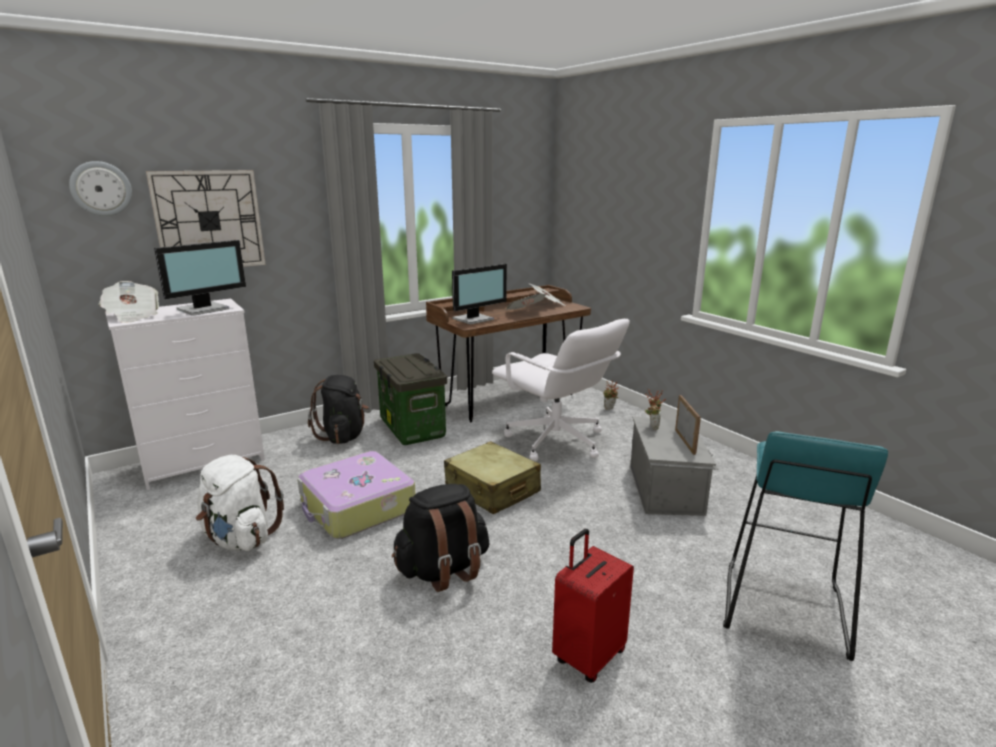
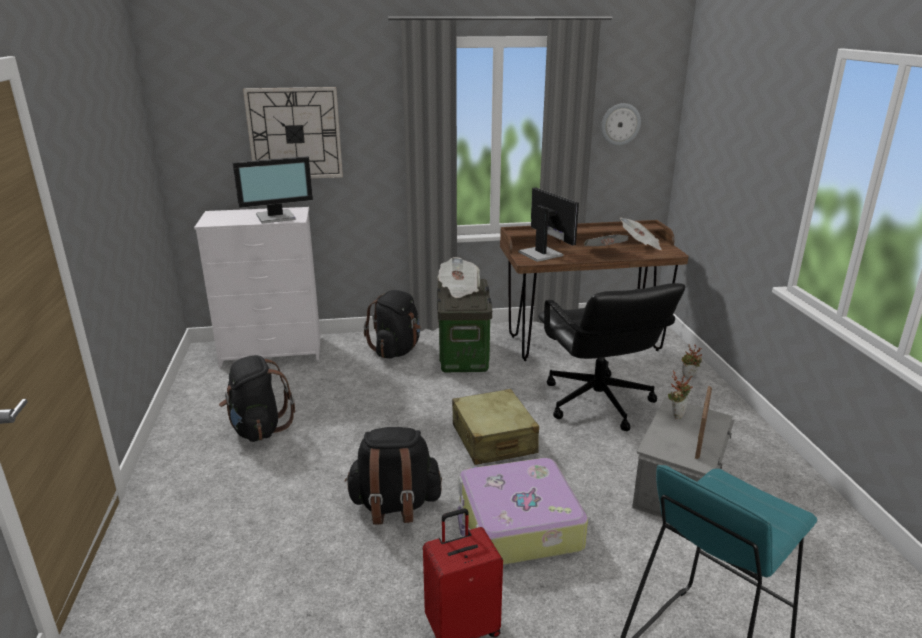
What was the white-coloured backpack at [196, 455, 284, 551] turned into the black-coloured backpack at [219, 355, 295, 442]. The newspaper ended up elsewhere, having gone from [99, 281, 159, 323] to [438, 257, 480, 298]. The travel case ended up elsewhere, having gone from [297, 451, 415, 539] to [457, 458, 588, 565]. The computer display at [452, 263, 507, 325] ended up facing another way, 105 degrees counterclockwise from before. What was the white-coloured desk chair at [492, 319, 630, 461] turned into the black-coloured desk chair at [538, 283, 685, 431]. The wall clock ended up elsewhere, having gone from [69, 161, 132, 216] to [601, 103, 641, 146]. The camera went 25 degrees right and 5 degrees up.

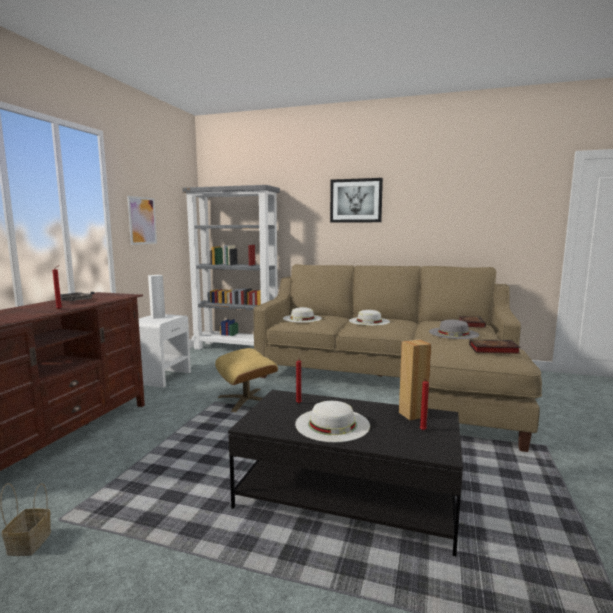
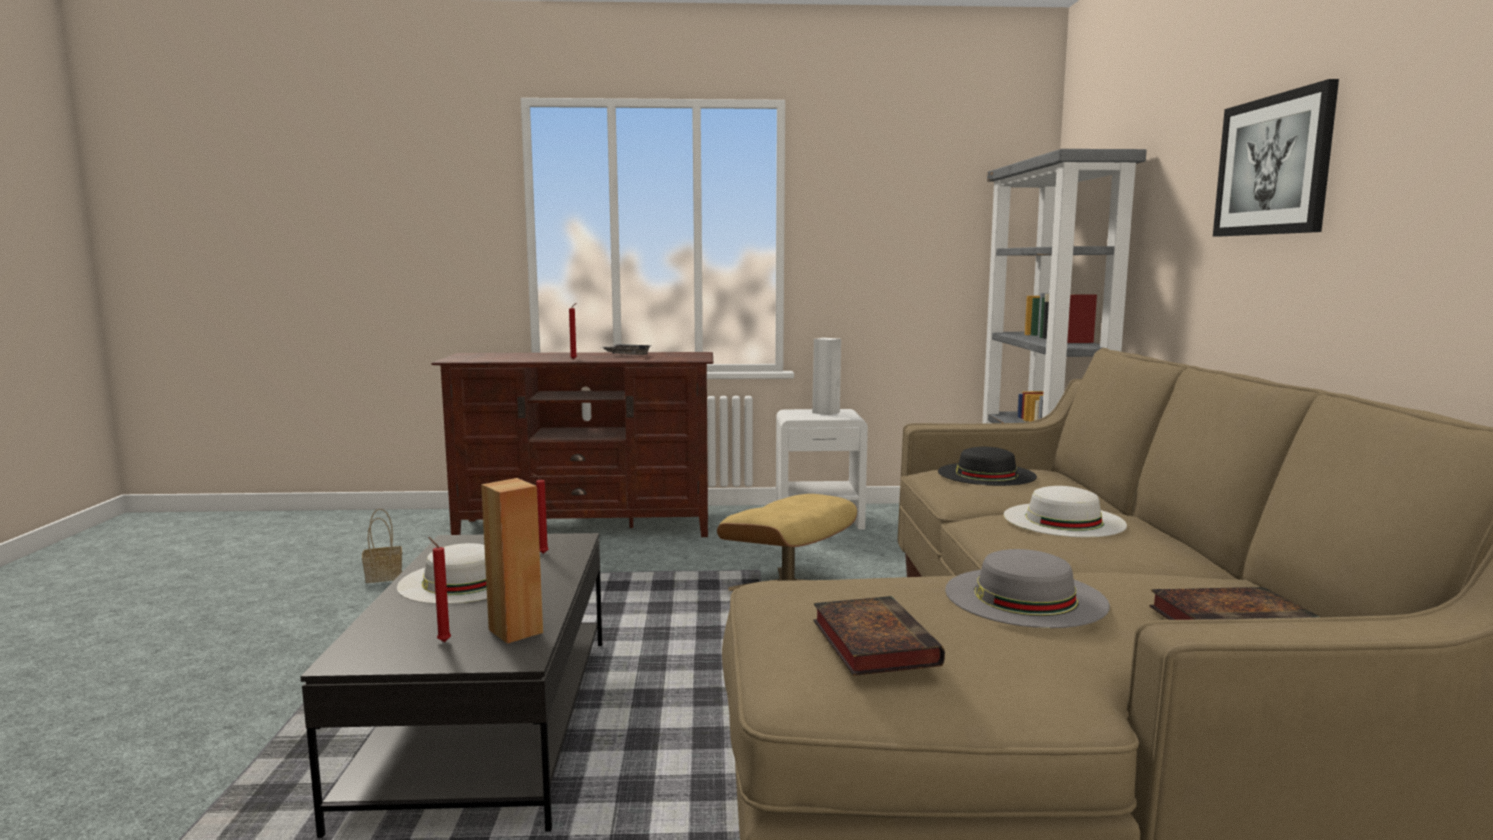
What was the white-coloured clothing hat at [283, 307, 322, 323] turned into the black-coloured clothing hat at [938, 447, 1037, 486]. The second view lost the wall picture at [127, 196, 157, 245]. The camera went 70 degrees right and 0 degrees up.

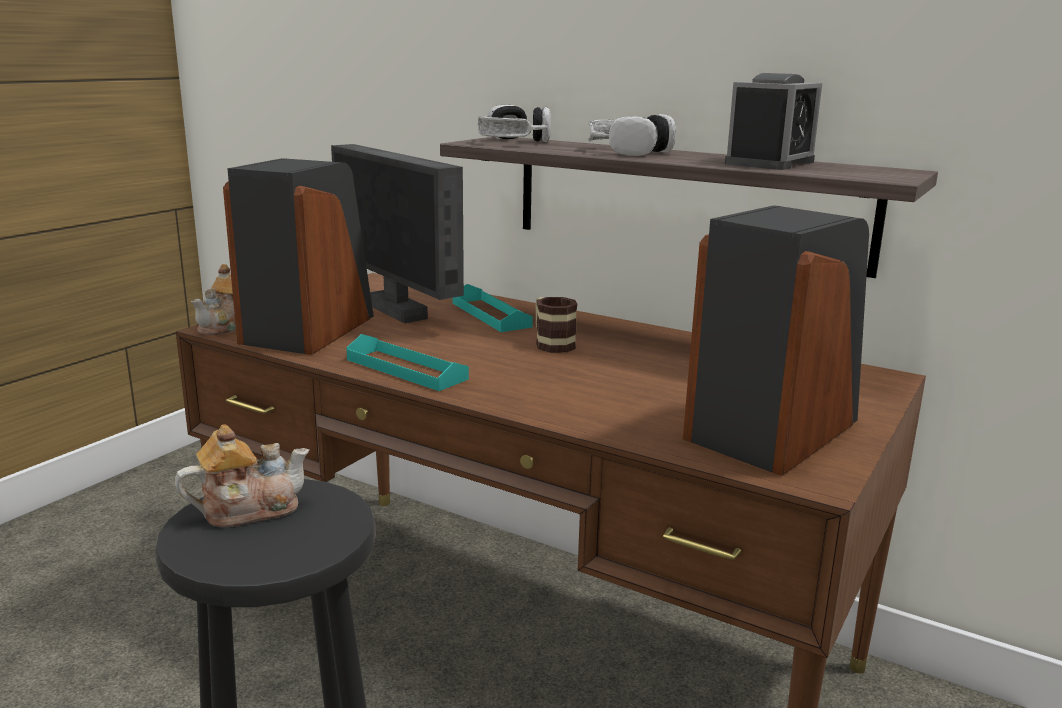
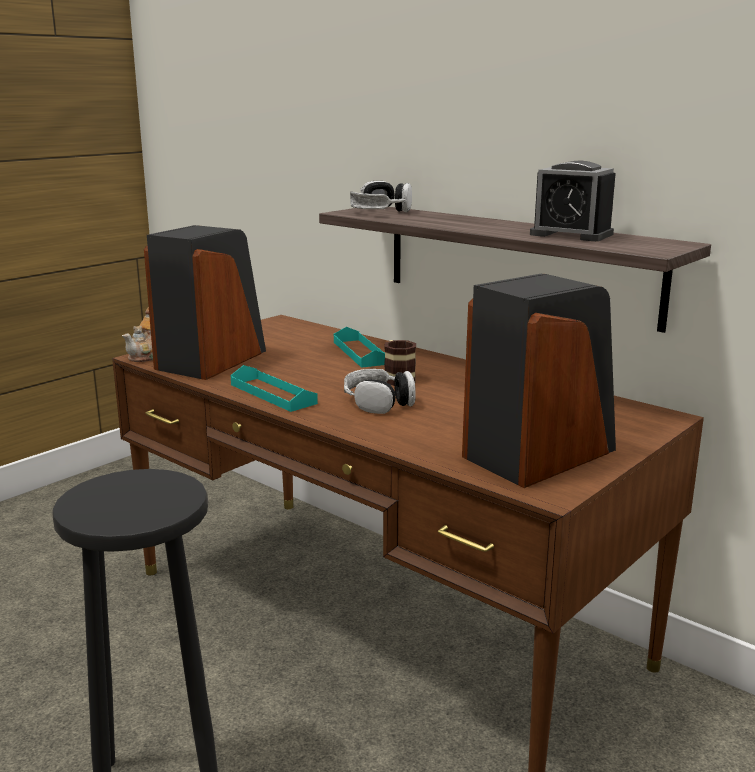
The headset ended up elsewhere, having gone from [588, 114, 676, 156] to [344, 369, 416, 414]. The alarm clock at [725, 73, 822, 170] ended up facing another way, 75 degrees clockwise from before. The second view lost the teapot at [175, 424, 310, 527]. The second view lost the computer display at [331, 144, 464, 323]. The camera went 10 degrees right and 0 degrees up.

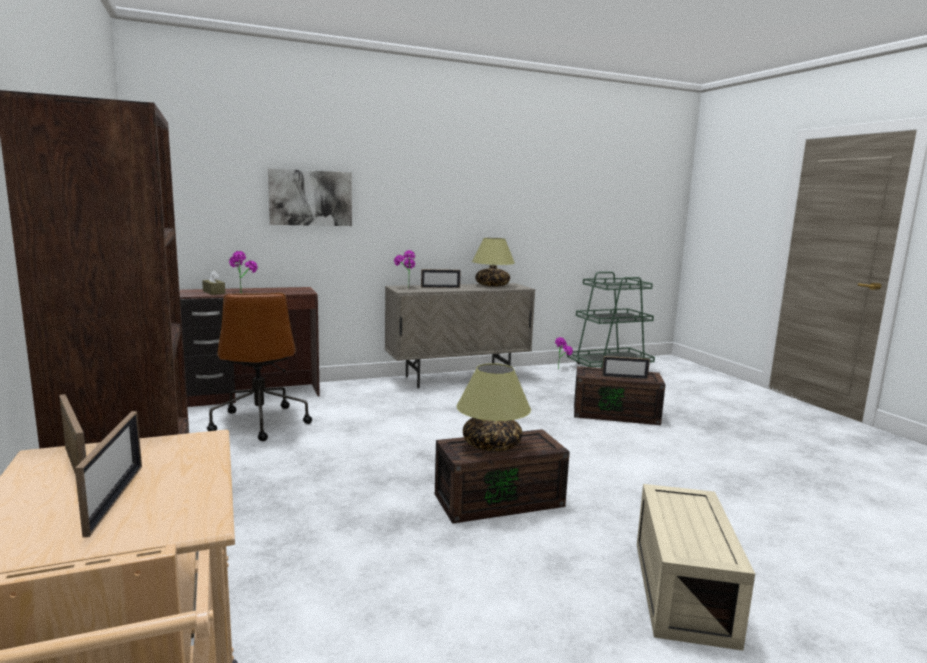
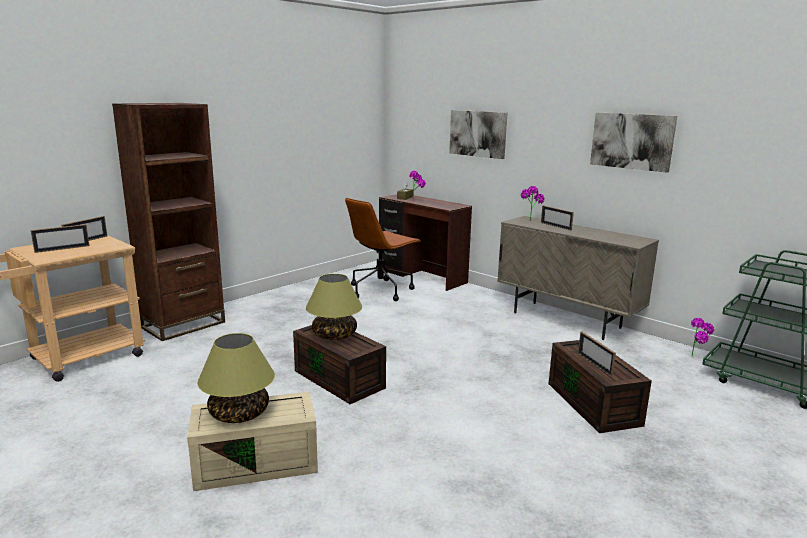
The tabletop lamp ended up elsewhere, having gone from [472, 238, 515, 287] to [197, 333, 275, 423]. The second view gained the wall picture at [590, 112, 677, 173]. The camera went 65 degrees right and 5 degrees up.

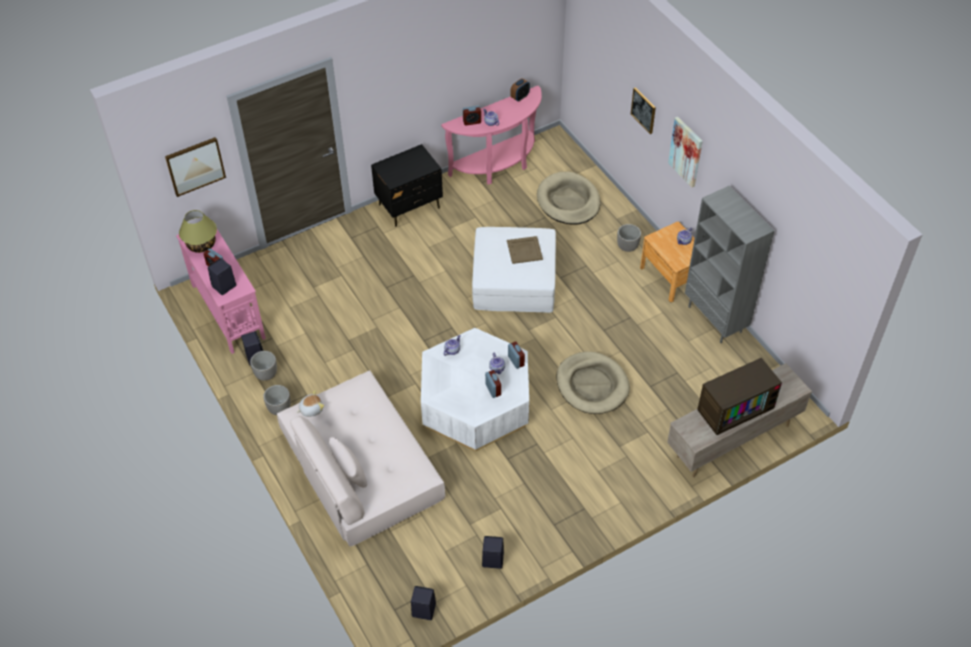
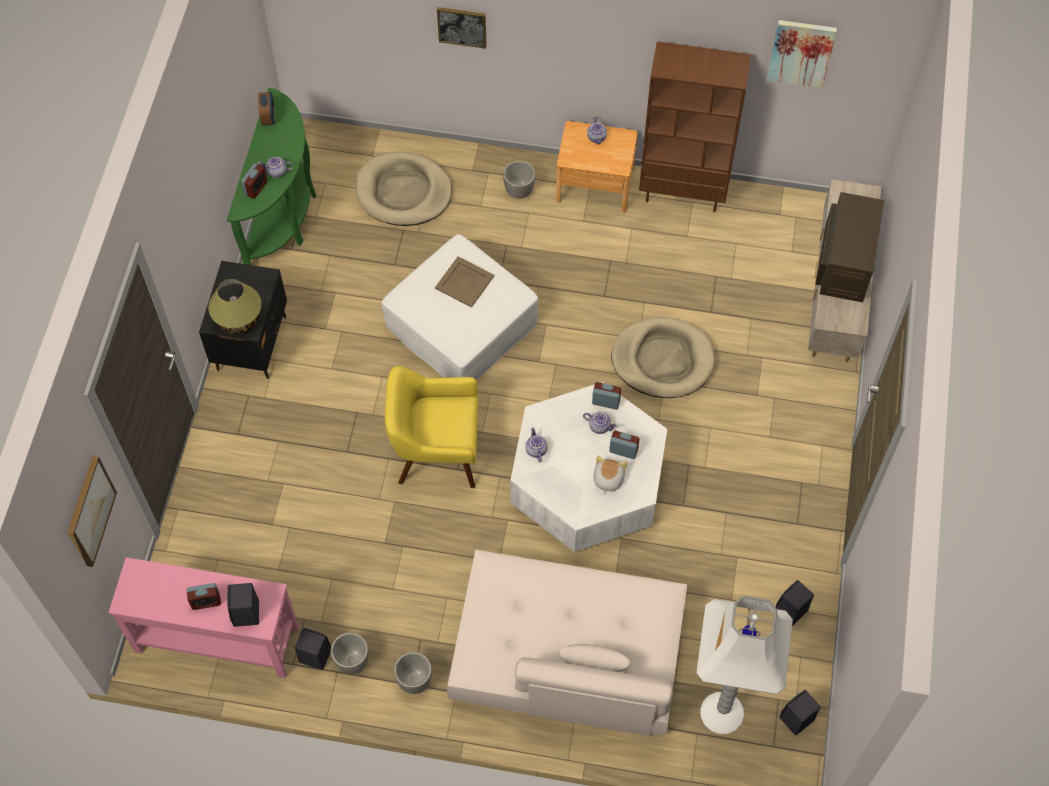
The tabletop lamp ended up elsewhere, having gone from [179, 210, 217, 253] to [208, 279, 261, 334]. What was the pink-coloured hall table at [441, 86, 542, 185] turned into the greenish hall table at [227, 88, 316, 265]. The second view gained the yellow lounge chair at [385, 366, 478, 488]. The plush toy ended up elsewhere, having gone from [297, 390, 324, 417] to [593, 456, 627, 495]. What was the grey shelving unit at [685, 186, 774, 343] turned into the brown shelving unit at [639, 41, 751, 212]. The second view gained the white-coloured standing lamp at [696, 596, 793, 734]. The wall picture ended up elsewhere, having gone from [668, 117, 703, 187] to [767, 20, 837, 89]. The camera went 50 degrees left and 10 degrees up.

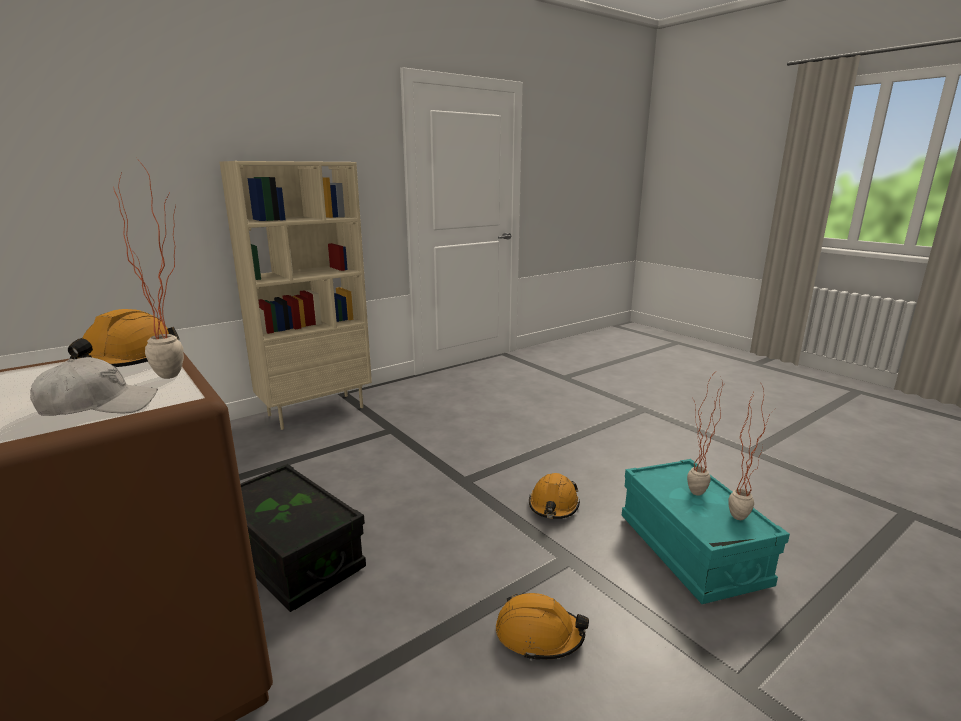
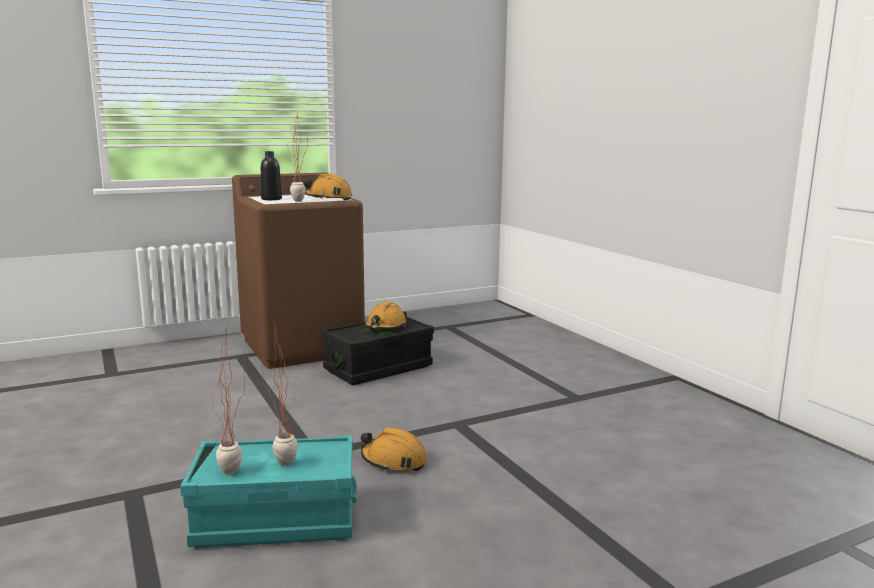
Where the white-coloured cap stood at [30, 357, 158, 416], the black-coloured drink bottle came to stand at [261, 151, 282, 200]. The orange-coloured safety helmet ended up elsewhere, having gone from [496, 593, 589, 661] to [365, 302, 407, 329]. The second view lost the beige-coloured shelving unit at [220, 161, 372, 430]. The camera went 100 degrees right and 5 degrees down.

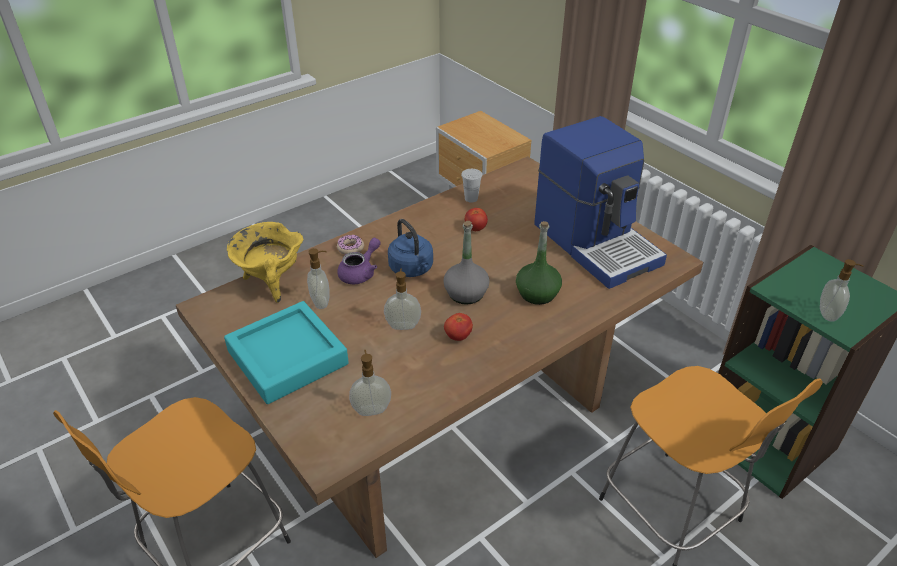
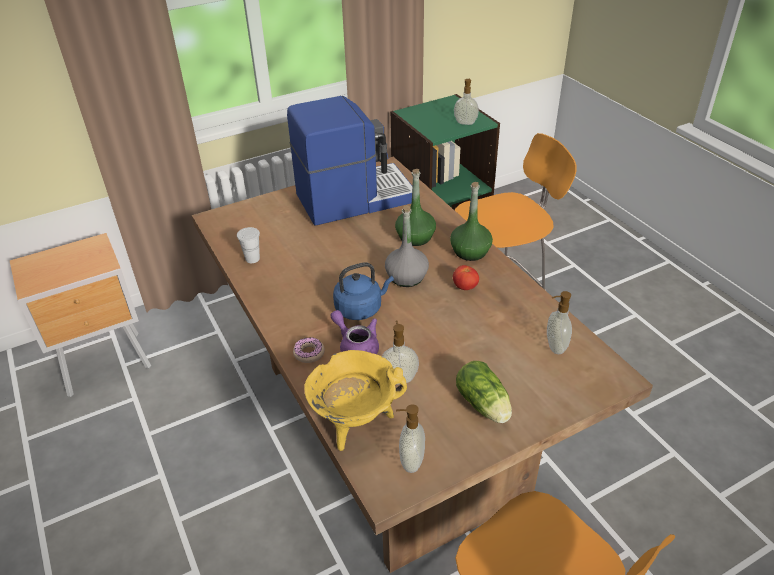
The soap bottle ended up elsewhere, having gone from [384, 269, 421, 330] to [396, 404, 425, 473]. The second view gained the greenish drink bottle at [450, 182, 493, 261]. Where the blue-green tray stood at [224, 301, 349, 404], the lettuce came to stand at [456, 361, 512, 423]. The second view lost the whole tomato at [465, 208, 488, 231]. The camera went 80 degrees left and 0 degrees up.

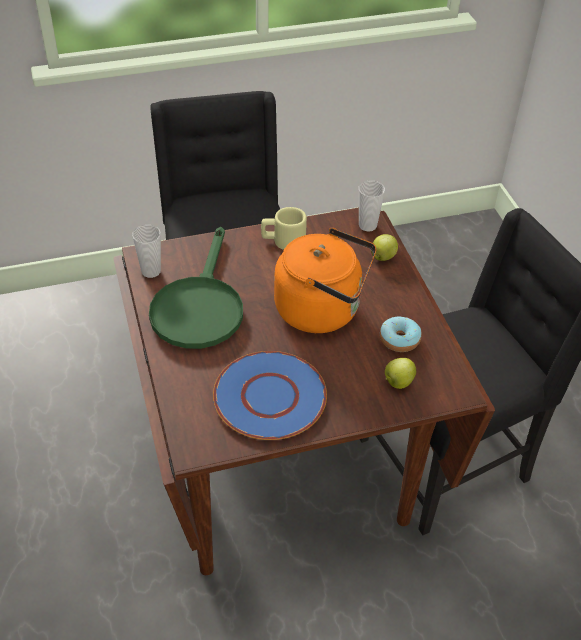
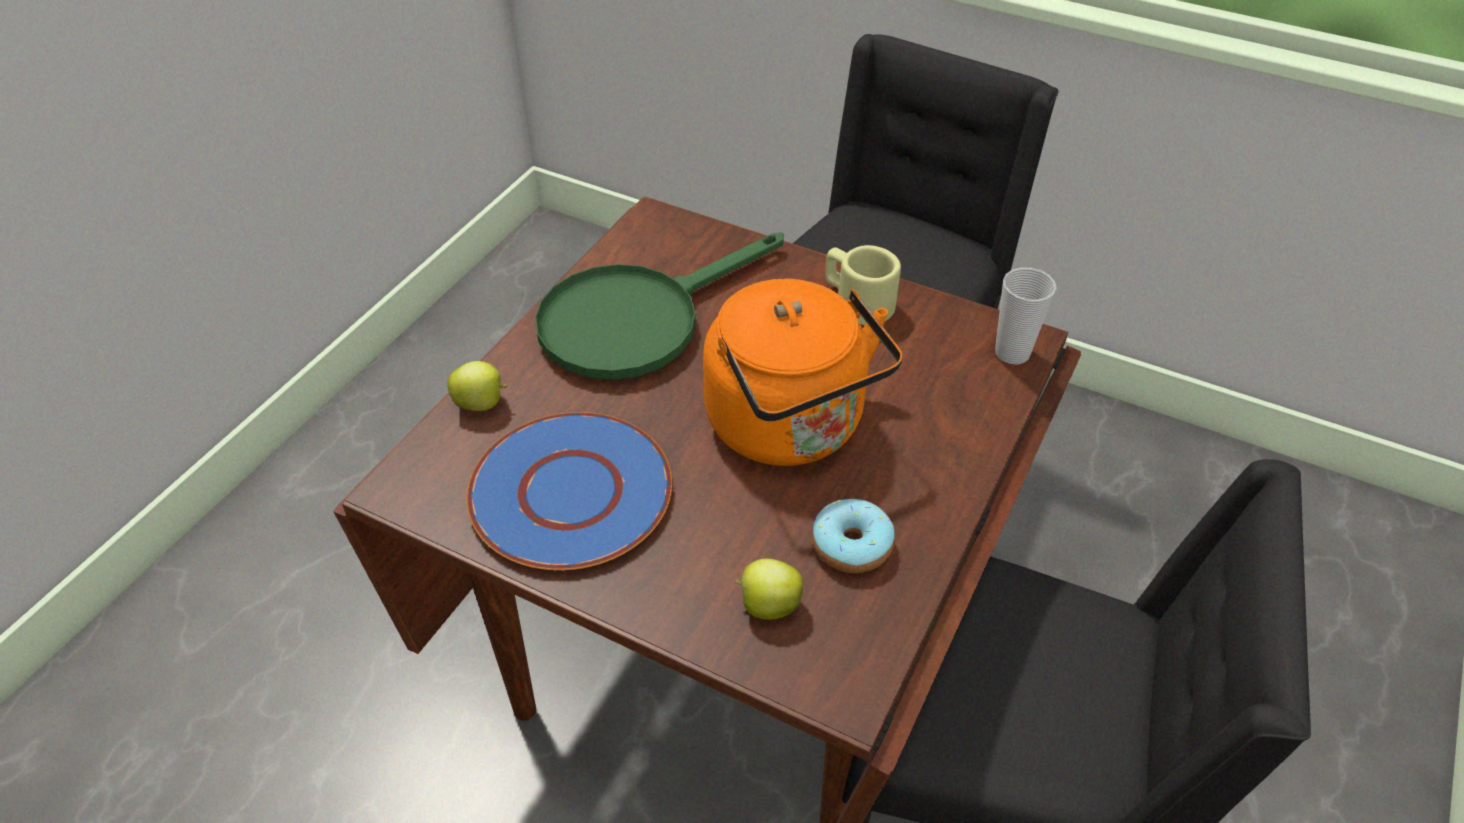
The apple fruit ended up elsewhere, having gone from [371, 234, 398, 261] to [447, 361, 508, 411]. The second view lost the cup at [132, 225, 161, 278]. The camera went 45 degrees right and 0 degrees up.

